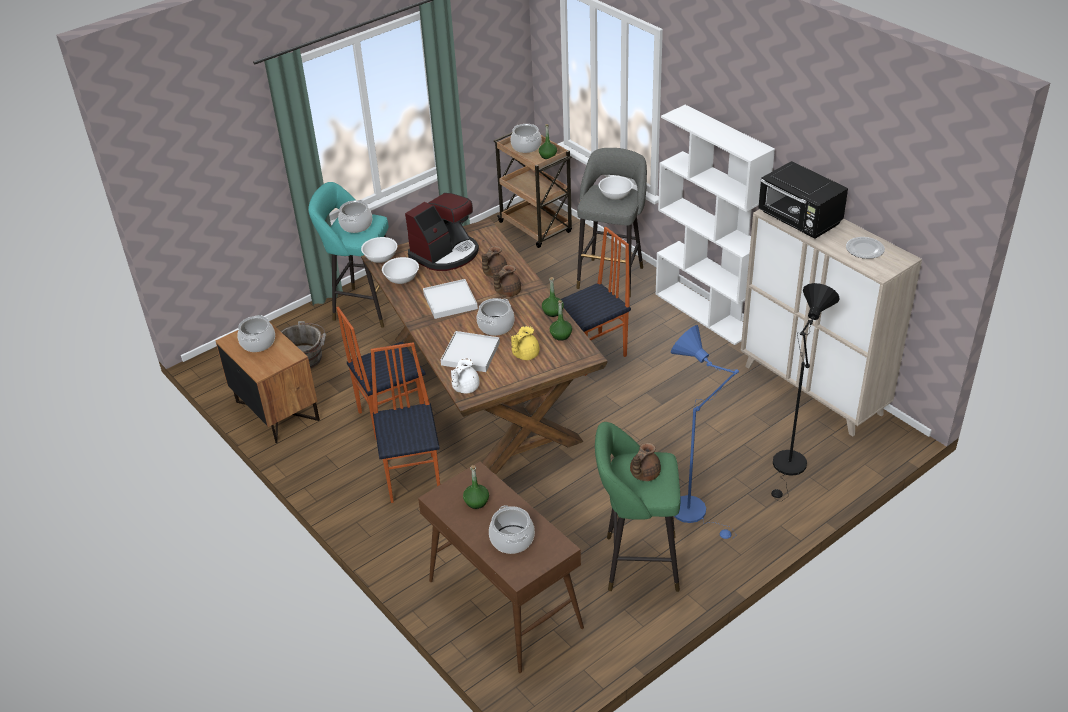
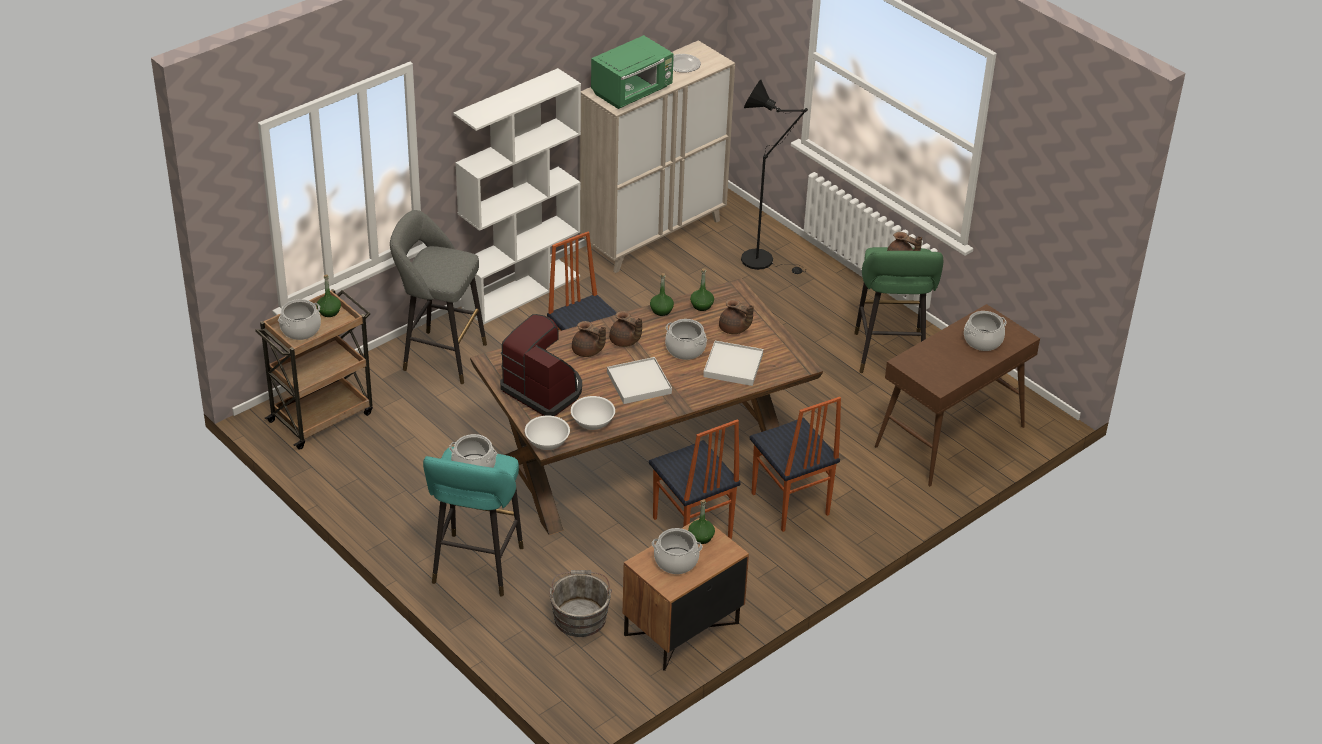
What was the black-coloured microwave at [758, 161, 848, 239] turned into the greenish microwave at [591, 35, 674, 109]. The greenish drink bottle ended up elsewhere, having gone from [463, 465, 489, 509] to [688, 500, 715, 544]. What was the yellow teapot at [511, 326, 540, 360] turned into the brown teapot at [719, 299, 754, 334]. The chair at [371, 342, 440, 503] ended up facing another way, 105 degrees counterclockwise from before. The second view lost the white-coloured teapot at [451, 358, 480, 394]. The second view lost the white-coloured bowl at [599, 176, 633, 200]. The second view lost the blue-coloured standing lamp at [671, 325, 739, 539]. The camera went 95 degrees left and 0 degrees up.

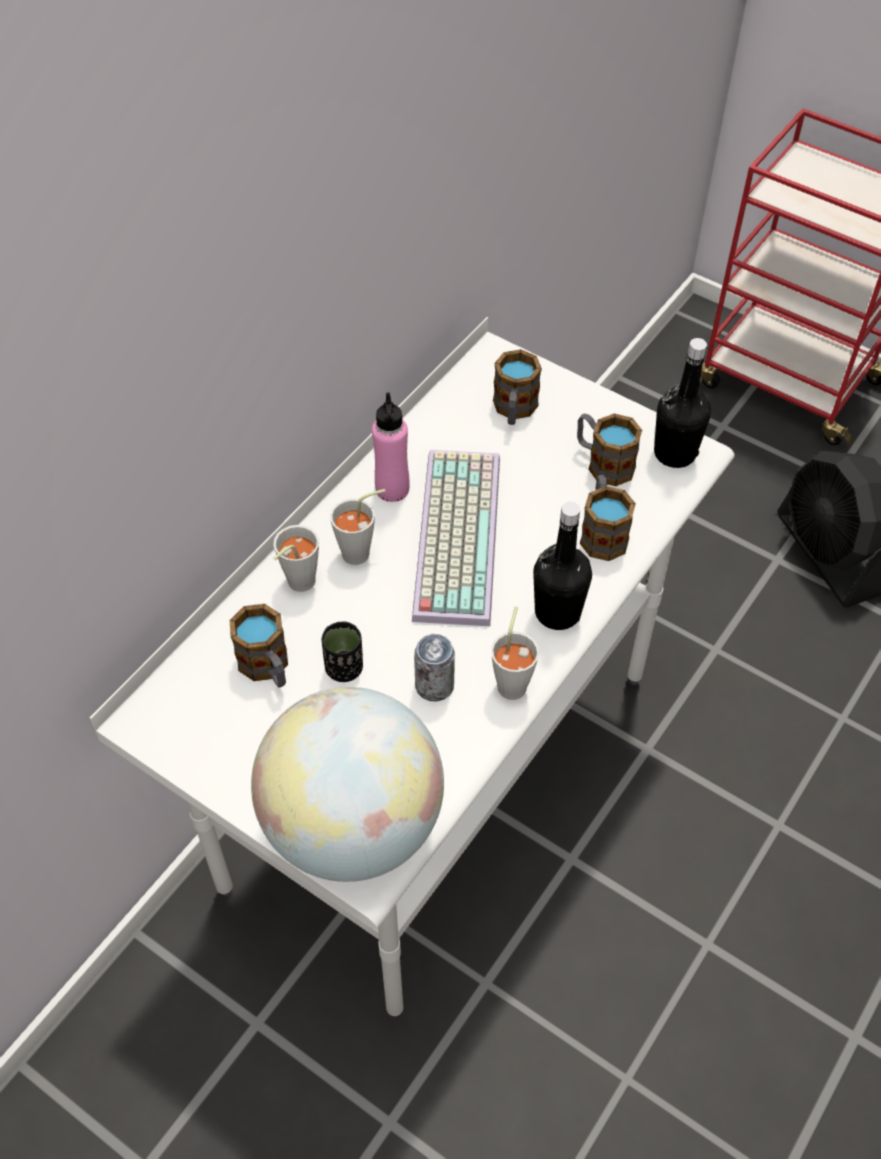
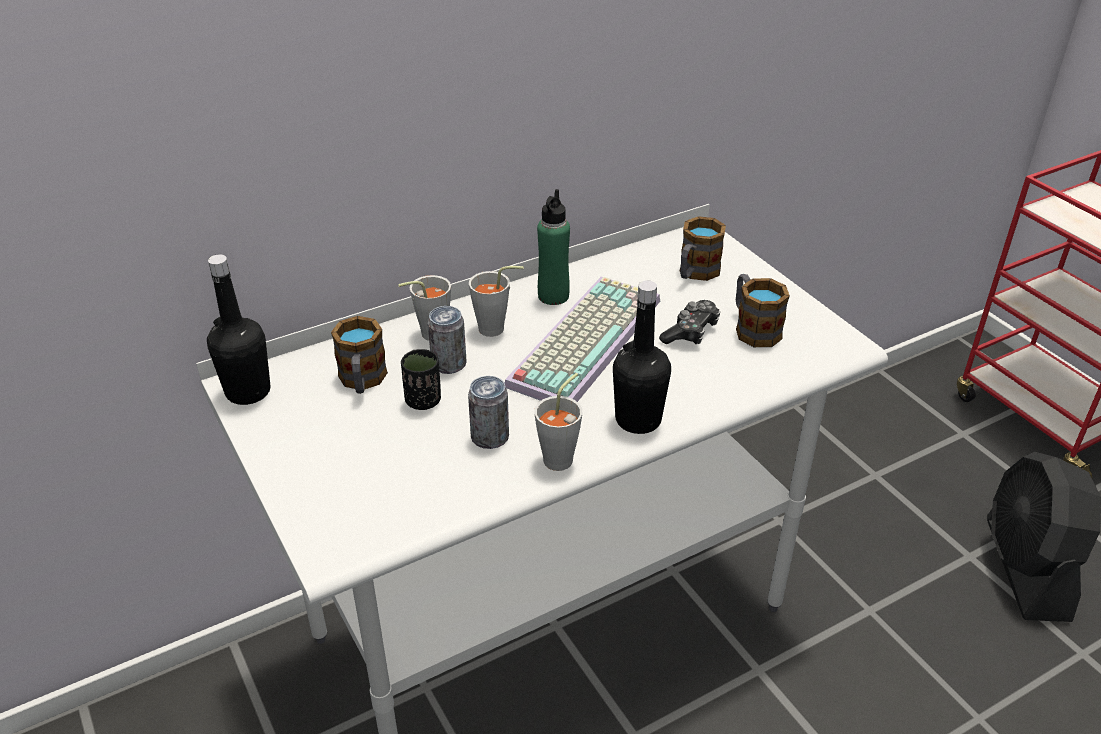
The black-coloured drink bottle ended up elsewhere, having gone from [654, 338, 711, 468] to [207, 254, 271, 405]. The second view gained the can at [428, 306, 467, 374]. What was the pink-coloured drink bottle at [372, 393, 410, 502] turned into the greenish drink bottle at [537, 189, 570, 305]. The second view gained the joypad at [659, 300, 720, 344]. The second view lost the world globe at [251, 687, 444, 882]. The second view lost the coffee mug at [580, 475, 636, 561]. The camera went 25 degrees right and 15 degrees down.

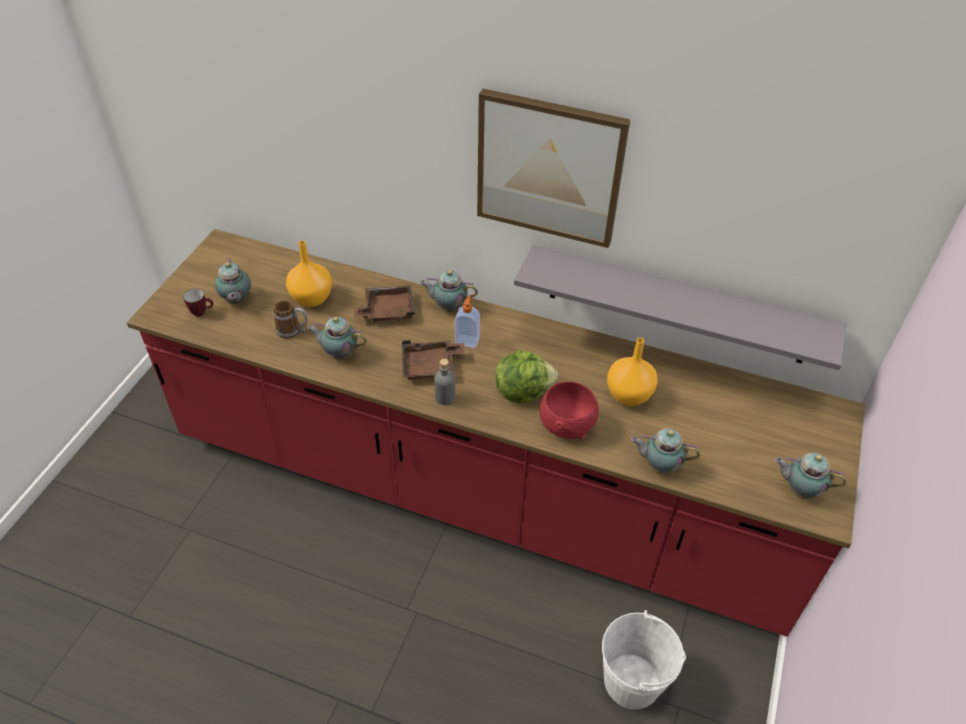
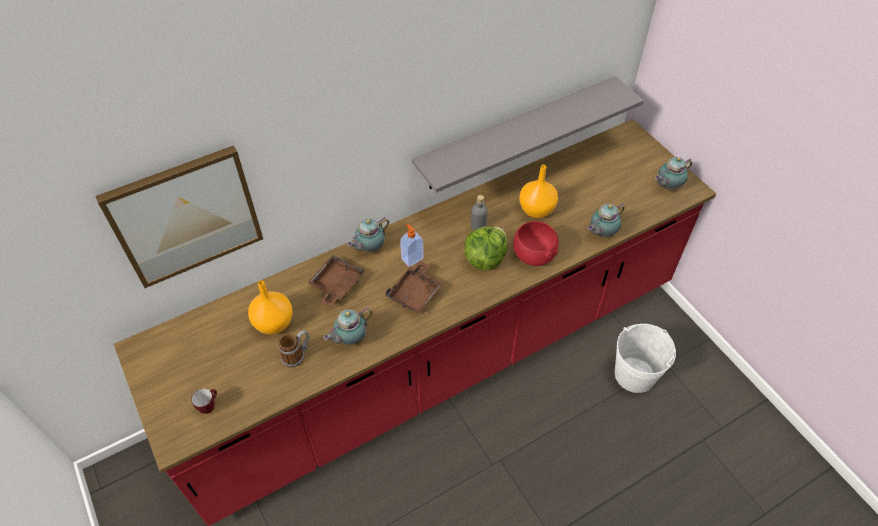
The wall picture ended up elsewhere, having gone from [477, 89, 630, 248] to [95, 145, 263, 288]. The grey drink bottle ended up elsewhere, having gone from [434, 359, 455, 405] to [471, 195, 488, 230]. The second view lost the teapot at [215, 258, 251, 304]. The camera went 50 degrees left and 5 degrees up.

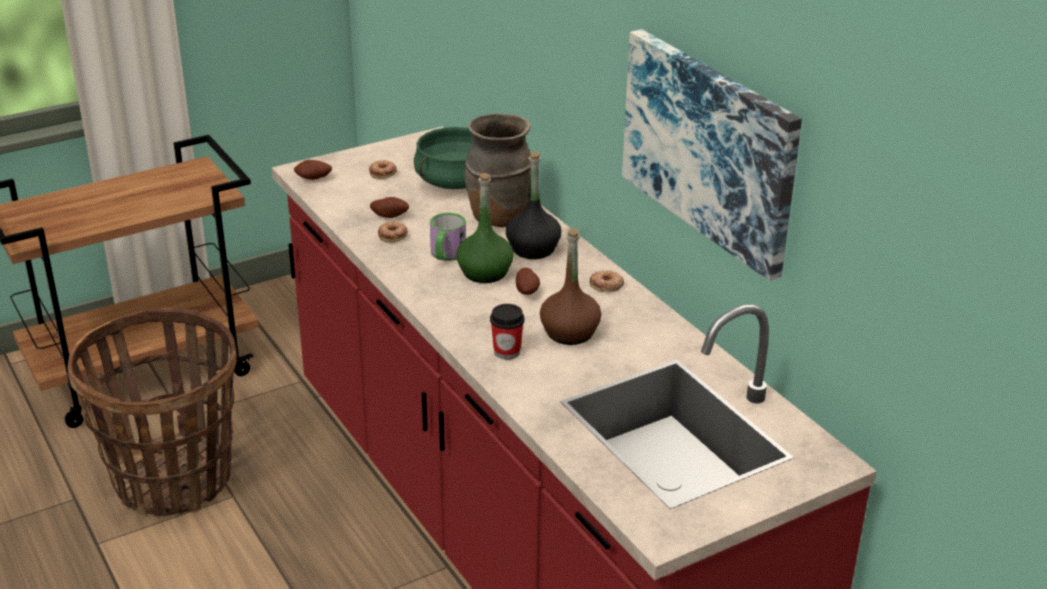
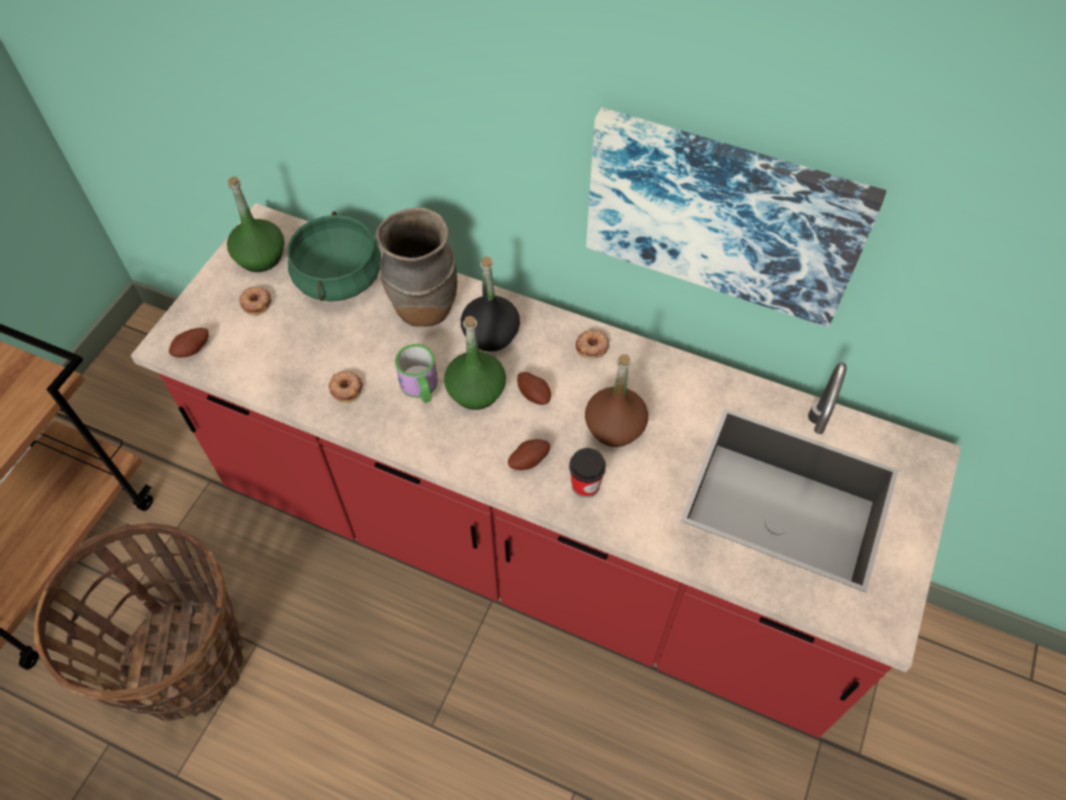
The second view gained the greenish drink bottle at [227, 176, 284, 272]. The potato ended up elsewhere, having gone from [370, 197, 409, 218] to [508, 439, 550, 470]. The camera went 35 degrees left and 25 degrees up.

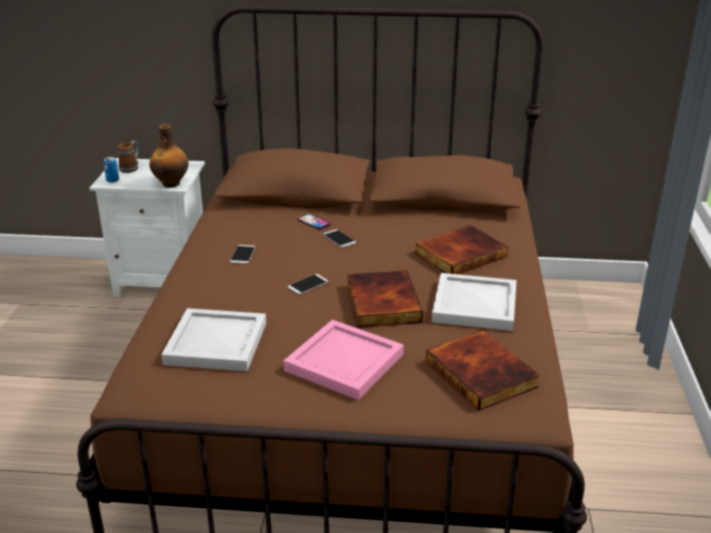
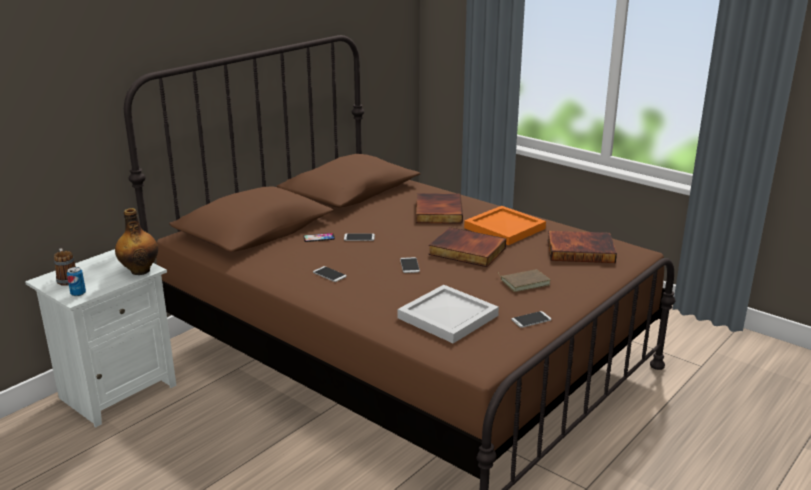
What was the white-coloured tray at [432, 273, 517, 331] turned into the orange-coloured tray at [464, 206, 546, 245]. Where the pink-coloured tray stood at [284, 320, 404, 400], the brown volume came to stand at [498, 269, 551, 292]. The second view gained the telephone at [511, 311, 552, 328]. The camera went 55 degrees left and 5 degrees down.

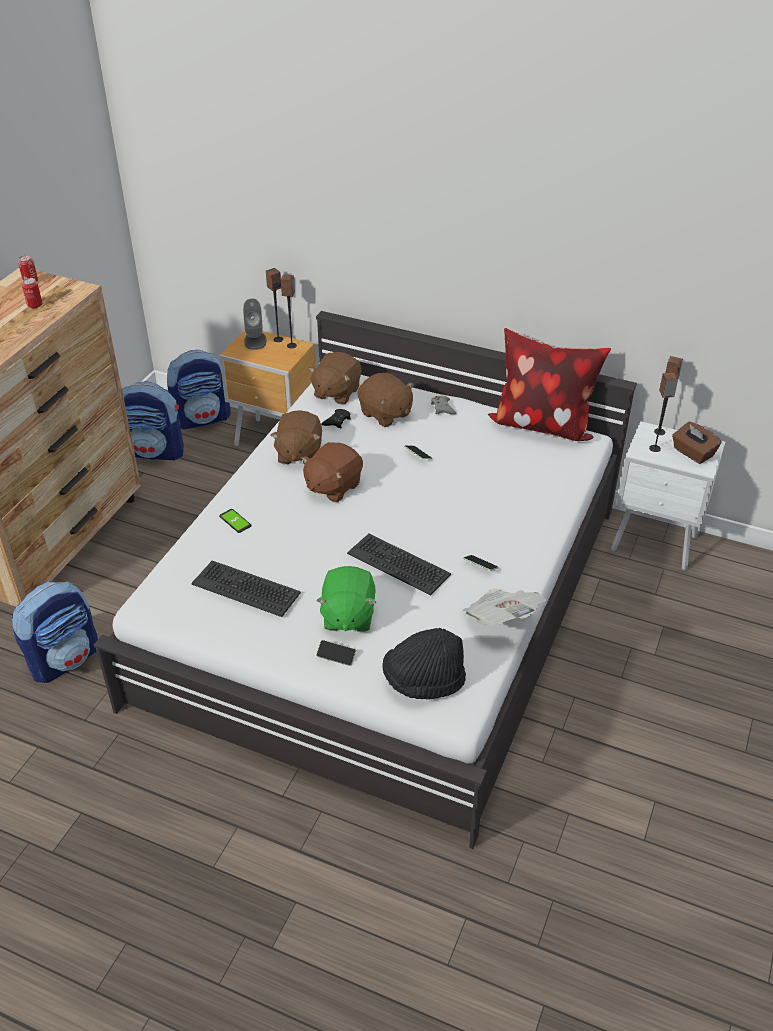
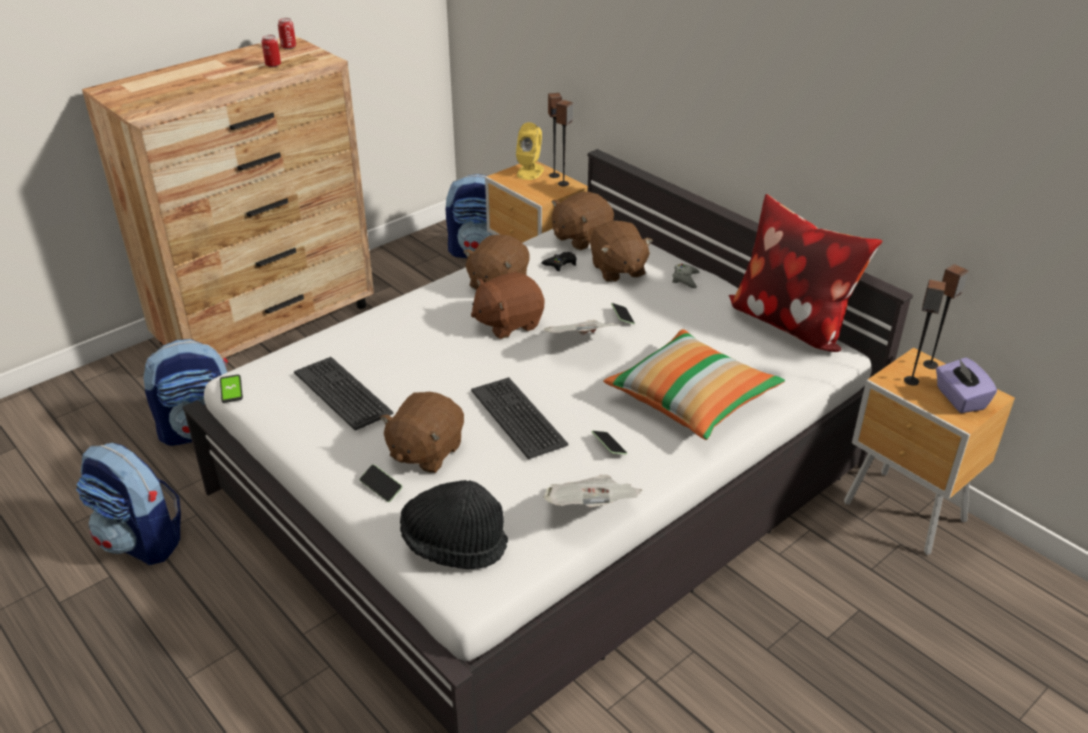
The backpack ended up elsewhere, having gone from [122, 381, 184, 461] to [76, 443, 181, 565]. The telephone ended up elsewhere, having gone from [219, 509, 252, 533] to [220, 374, 243, 403]. What was the greenish plush toy at [316, 566, 376, 632] turned into the brown plush toy at [380, 392, 464, 473]. What was the grey audio speaker at [243, 299, 266, 350] turned into the yellow audio speaker at [516, 122, 544, 180]. The second view gained the newspaper at [544, 320, 621, 335]. The second view gained the throw pillow at [603, 329, 785, 440]. What was the white-coloured bedside table at [611, 421, 725, 571] turned into the brown bedside table at [844, 348, 1015, 555]. What was the brown tissue box at [672, 421, 722, 464] turned into the purple tissue box at [936, 357, 997, 413]. The camera went 25 degrees right and 5 degrees down.

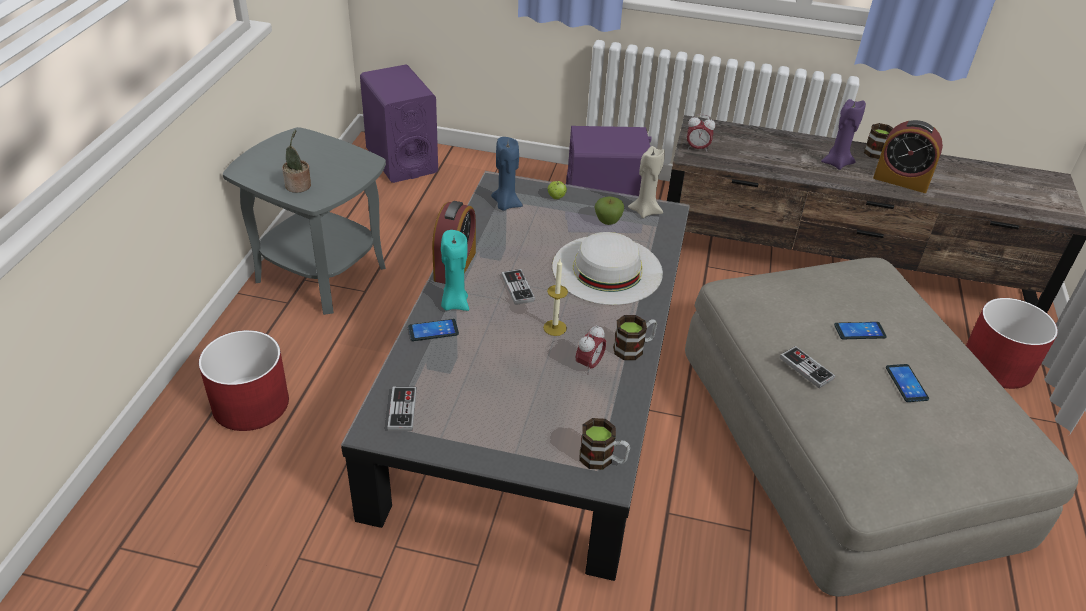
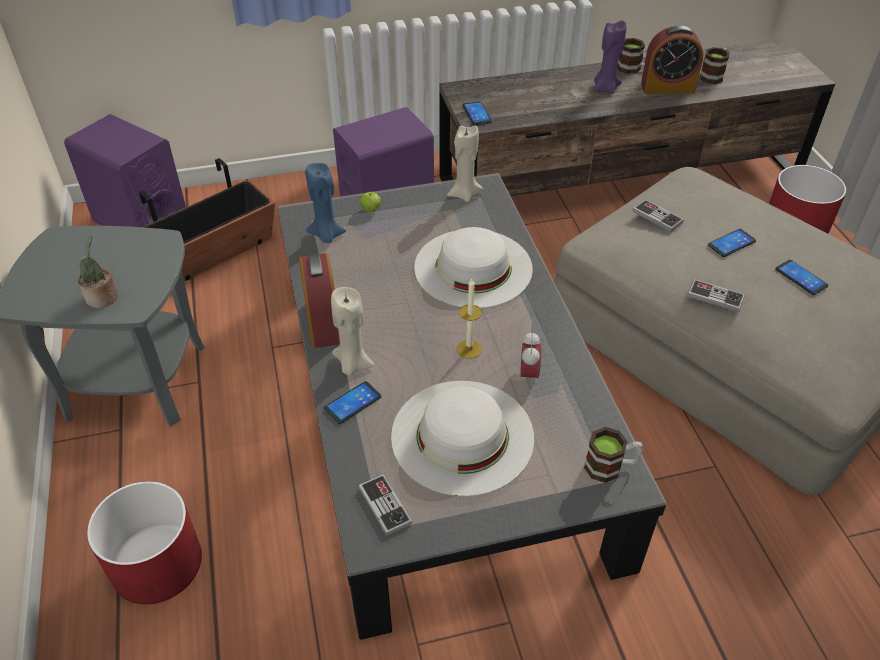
The second view gained the flower pot at [139, 158, 275, 281]. What was the blue-green wax light at [441, 230, 469, 311] turned into the beige-coloured wax light at [331, 287, 374, 375]. The second view gained the white-coloured clothing hat at [391, 381, 534, 496]. Where the alarm clock stood at [687, 114, 715, 152], the telephone came to stand at [462, 101, 492, 125]. The joypad ended up elsewhere, having gone from [501, 269, 535, 305] to [632, 199, 684, 232]. The coffee mug ended up elsewhere, having gone from [613, 315, 657, 360] to [700, 47, 729, 84]. The second view lost the apple fruit at [595, 196, 624, 225]. The camera went 25 degrees left and 5 degrees up.

